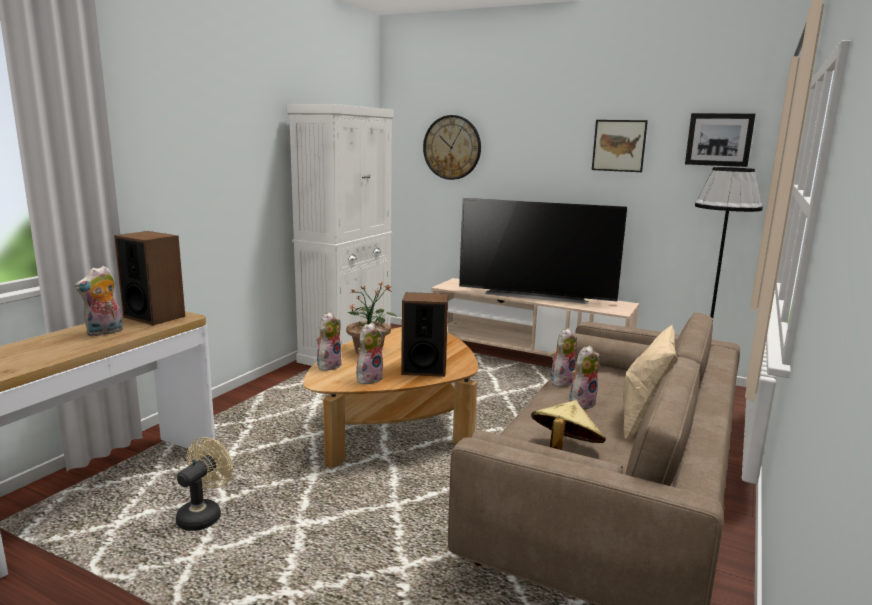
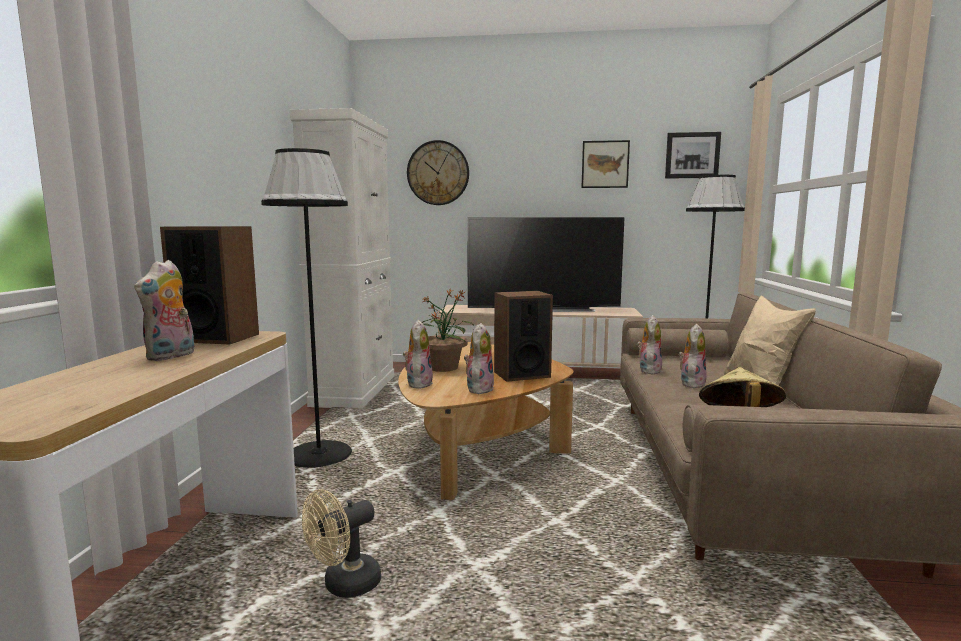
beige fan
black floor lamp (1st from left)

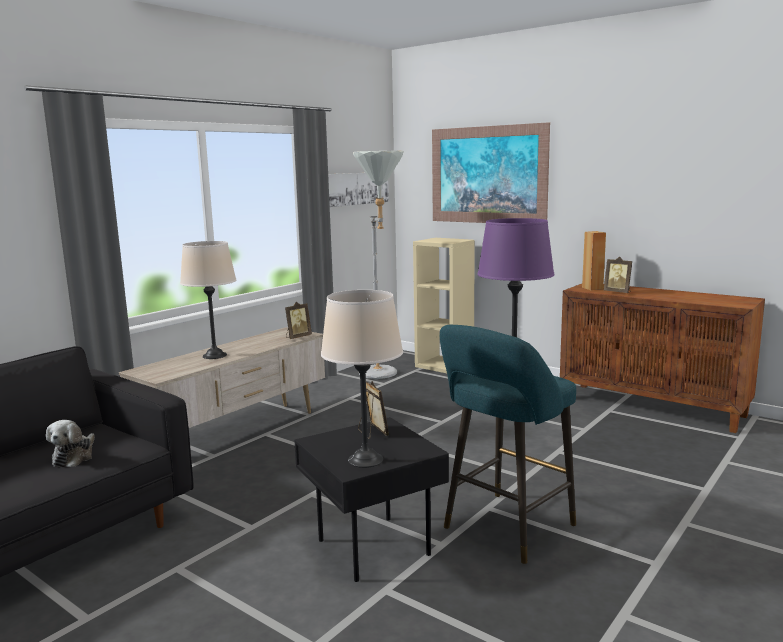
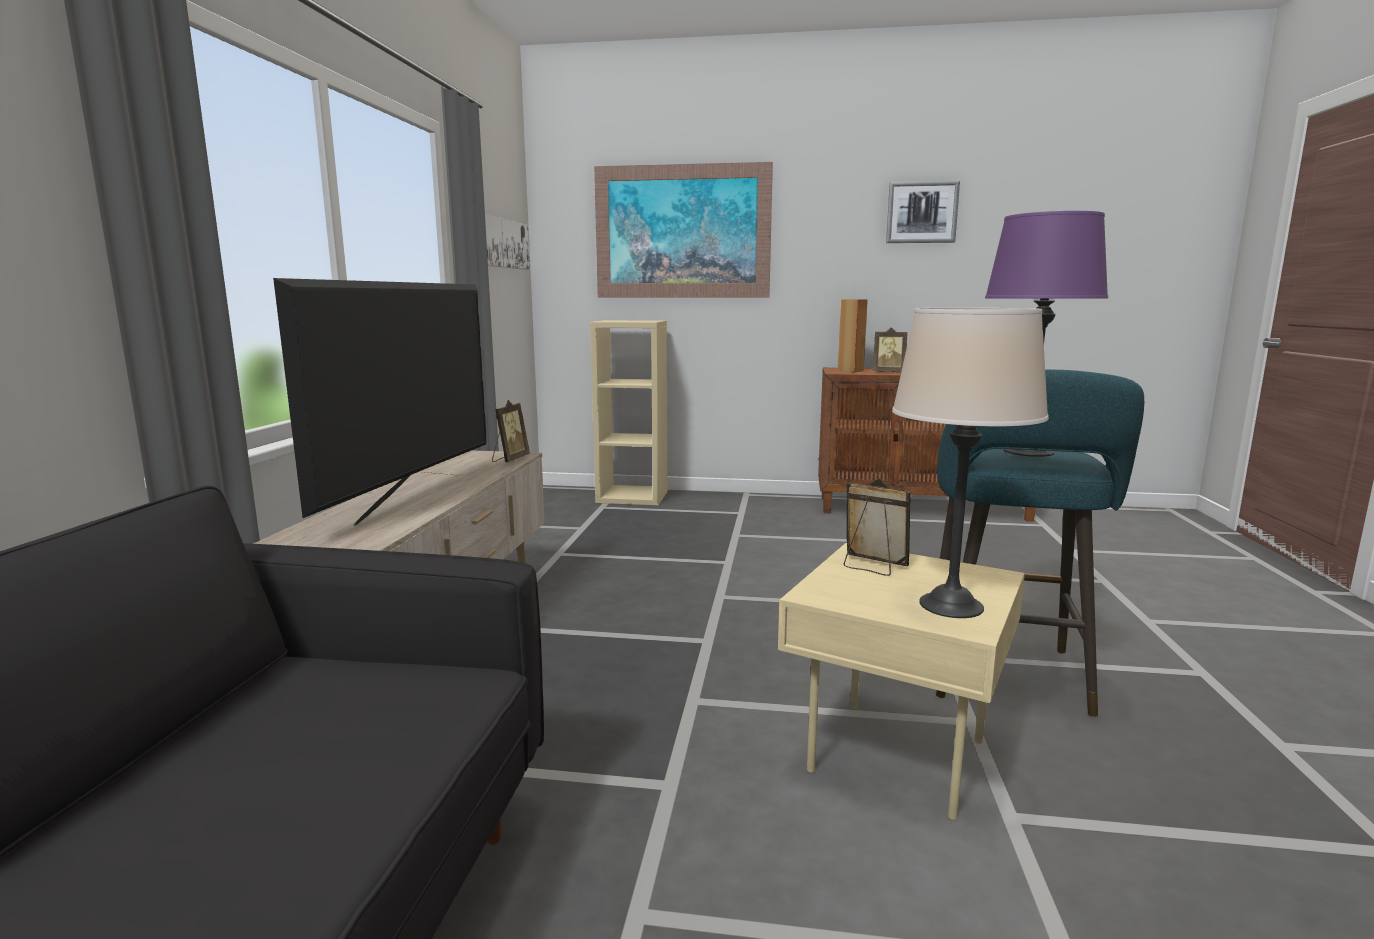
plush toy
television
beige side table
grey floor lamp
picture (3rd from left)

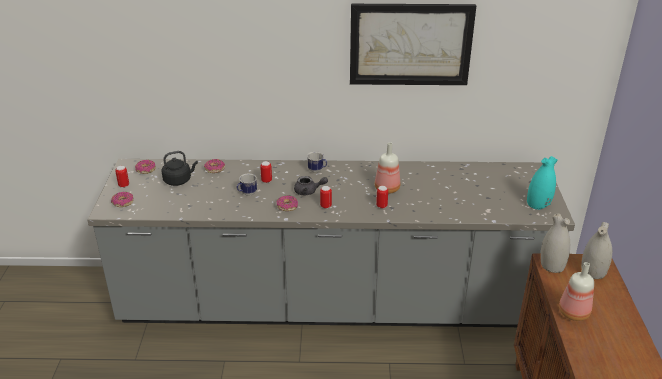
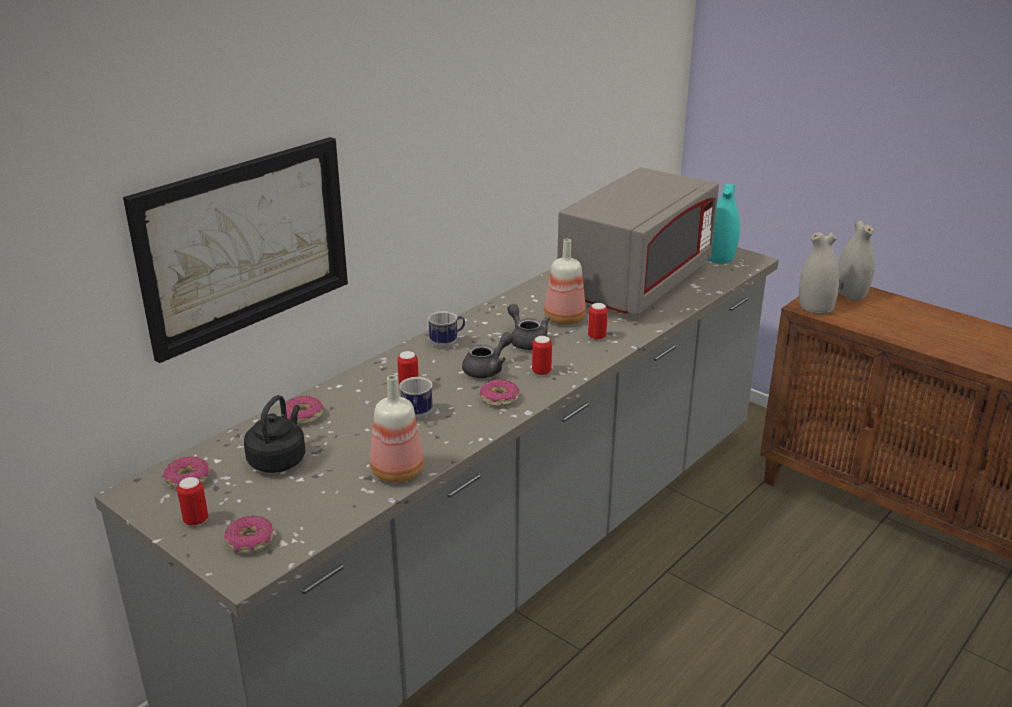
picture
bottle (1st from left)
grey teapot (2nd from left)
grey microwave

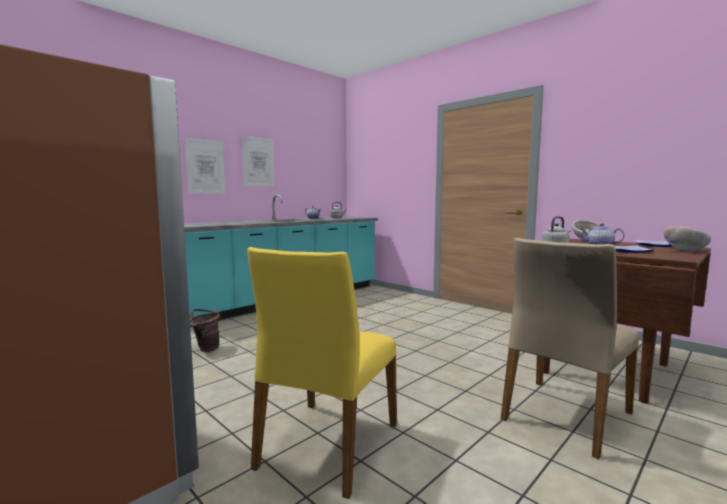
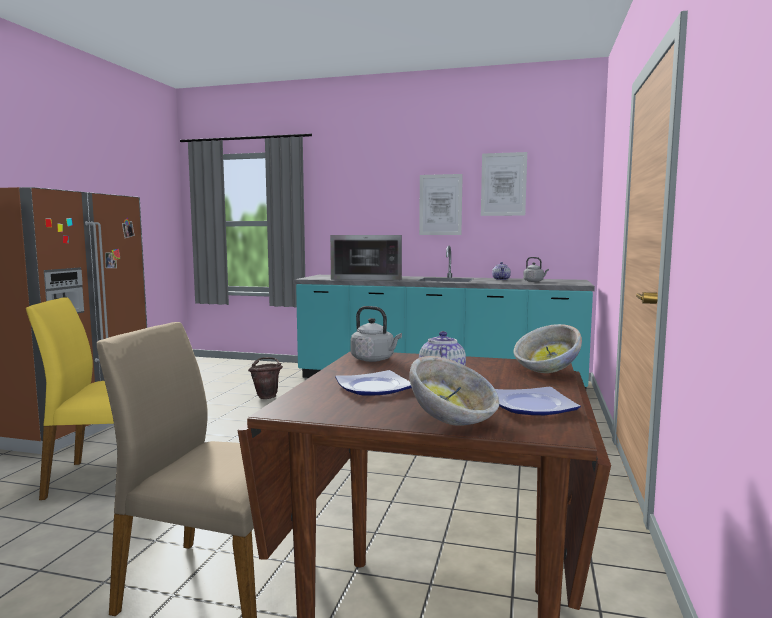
picture (2nd from left)
microwave

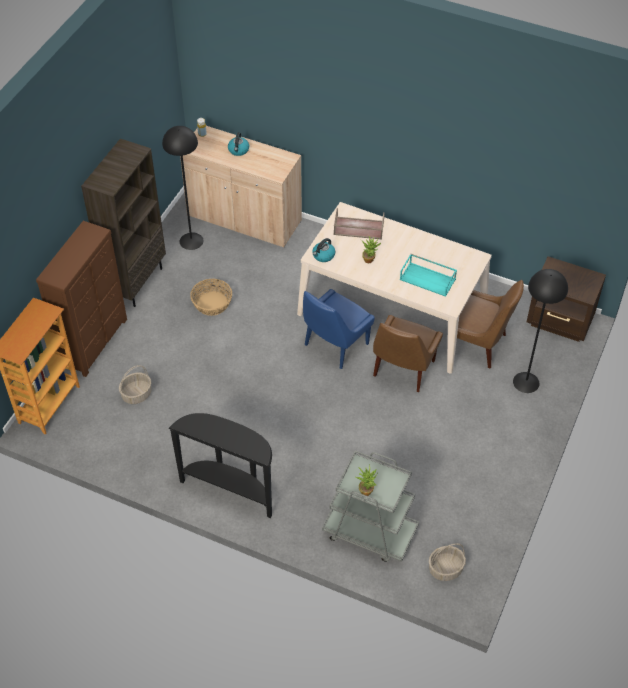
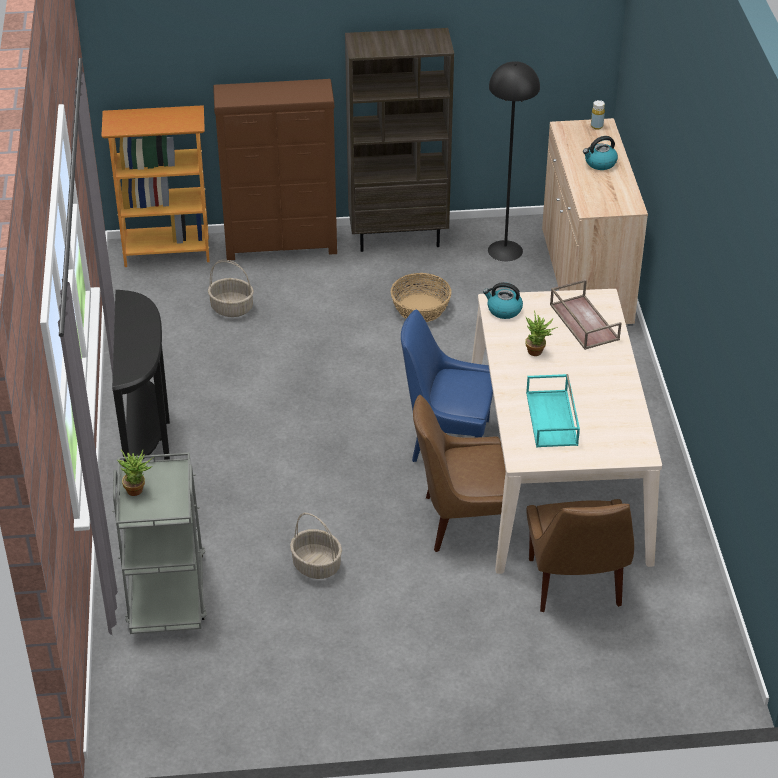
basket (2nd from left)
black floor lamp (2nd from left in the first image)
brown nightstand

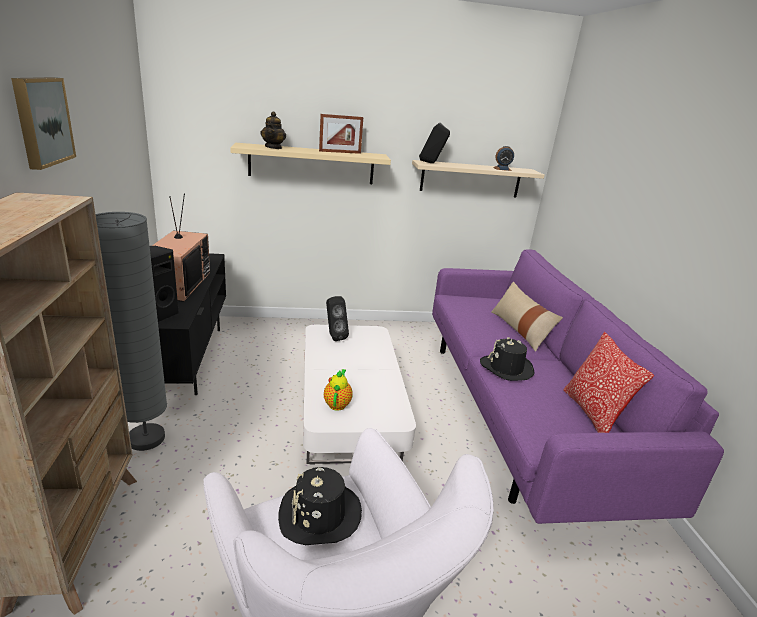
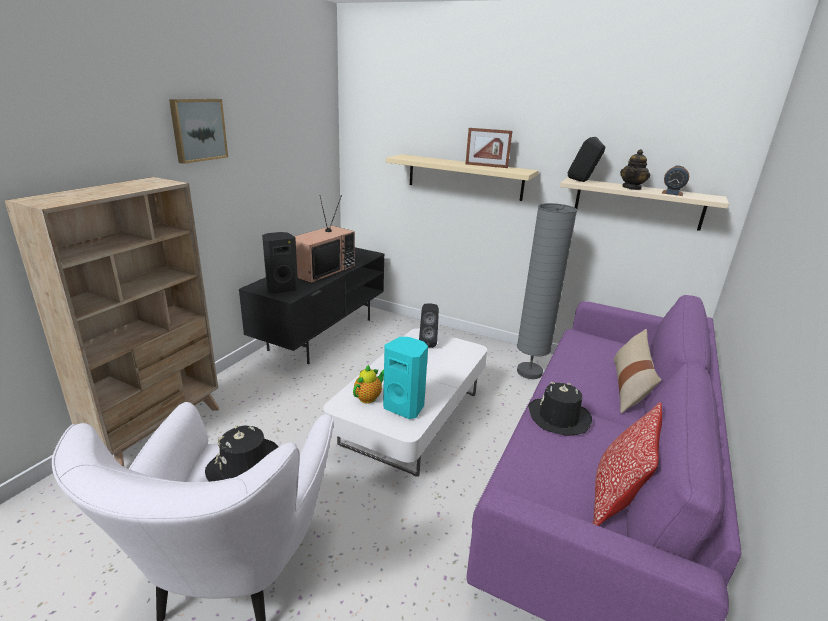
grey floor lamp
teapot (2nd from left)
turquoise speaker

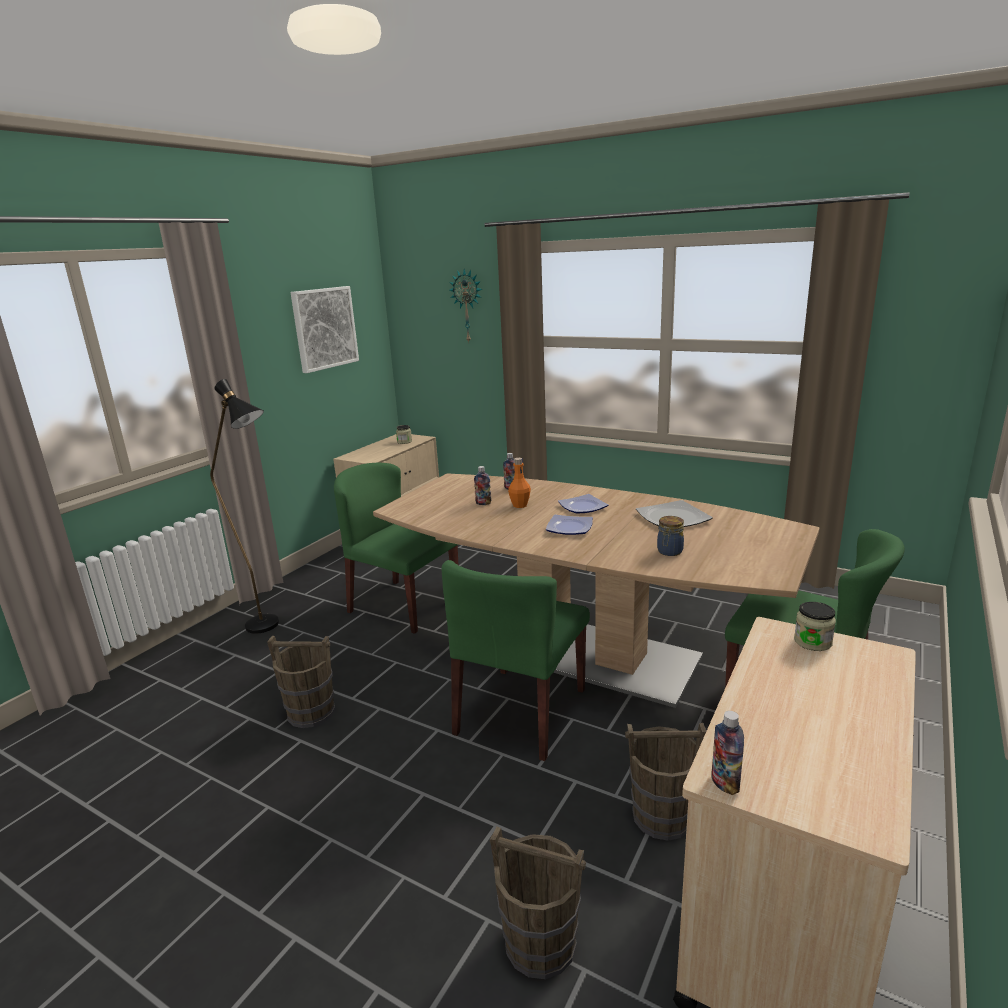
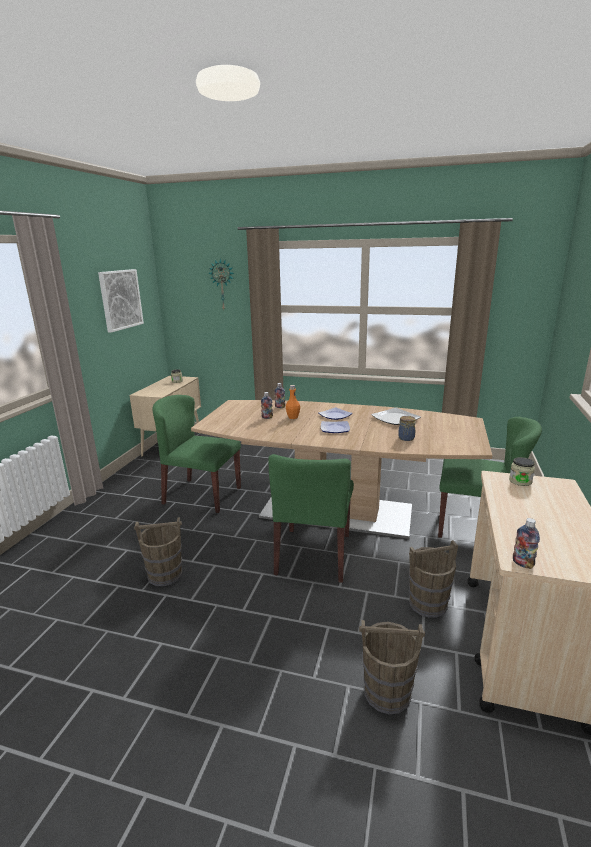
black floor lamp

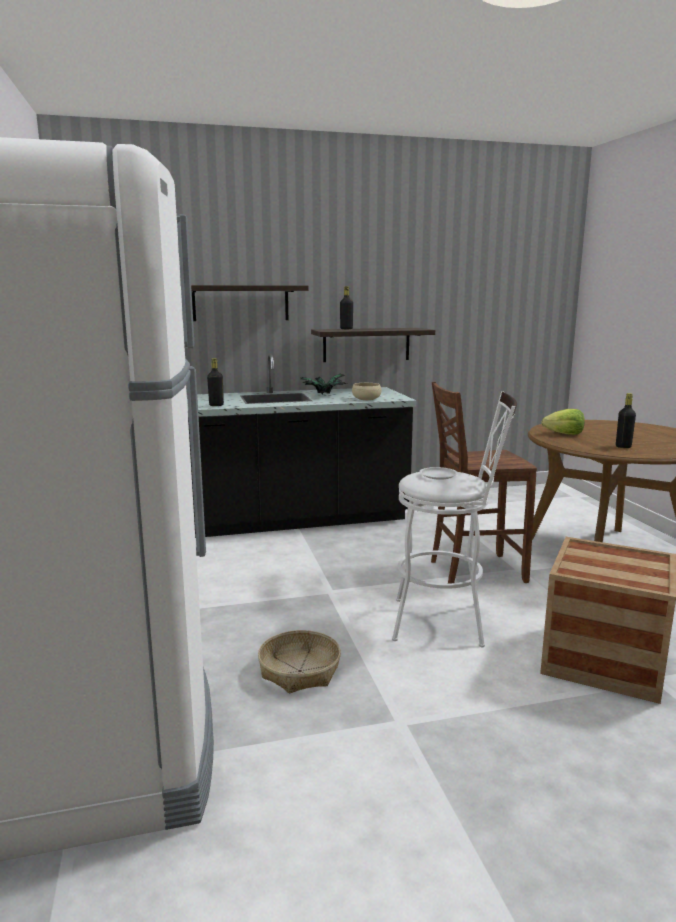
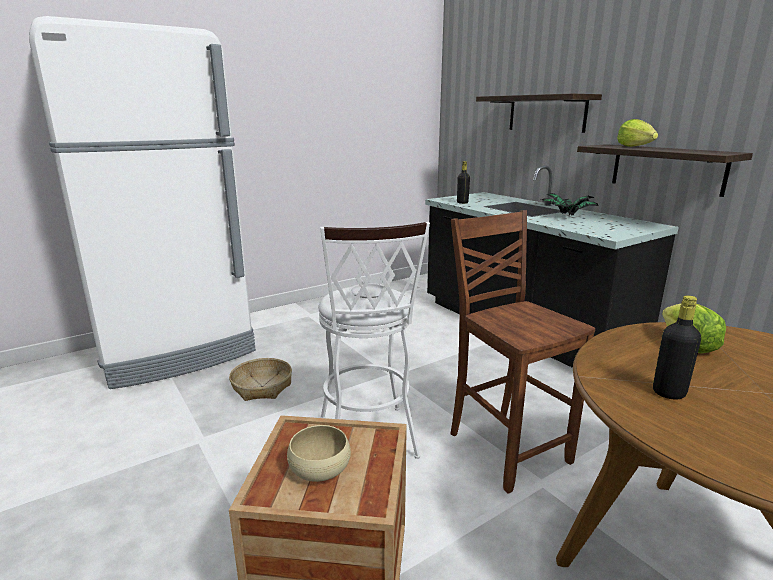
lettuce (1st from left)
beige bowl

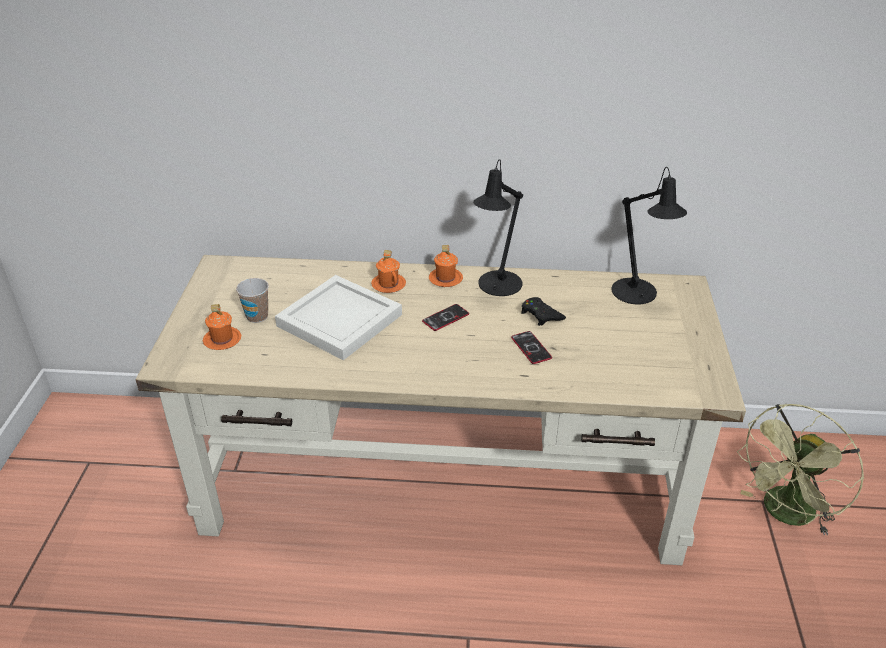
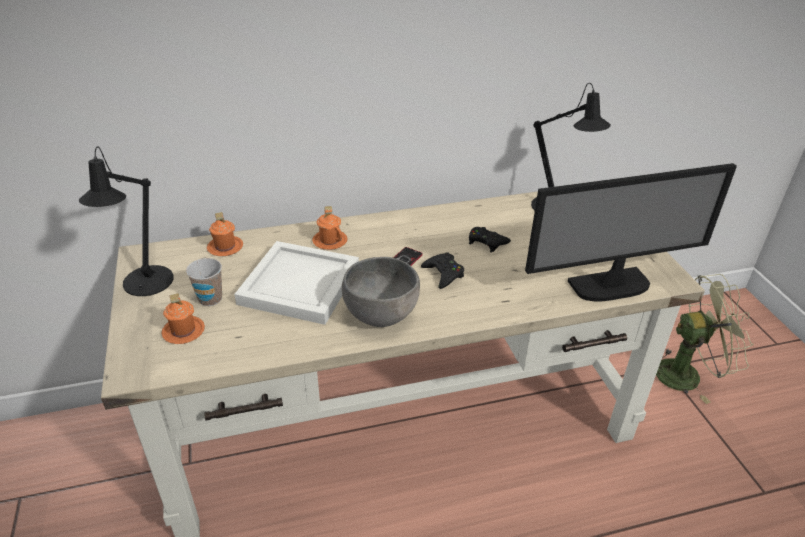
orange mug (2nd from left)
black table lamp (1st from left)
phone (2nd from left in the first image)
green fan
grey bowl
black game controller (1st from left)
monitor

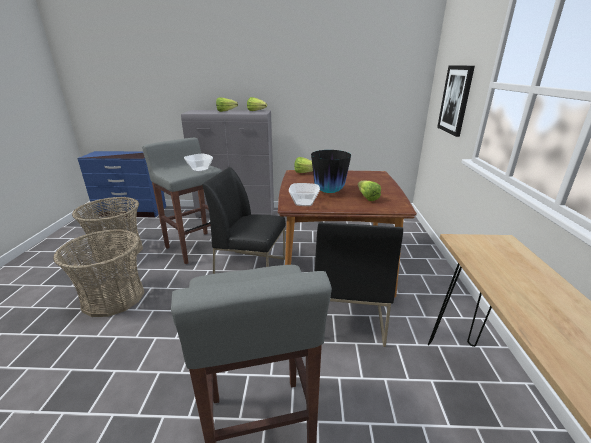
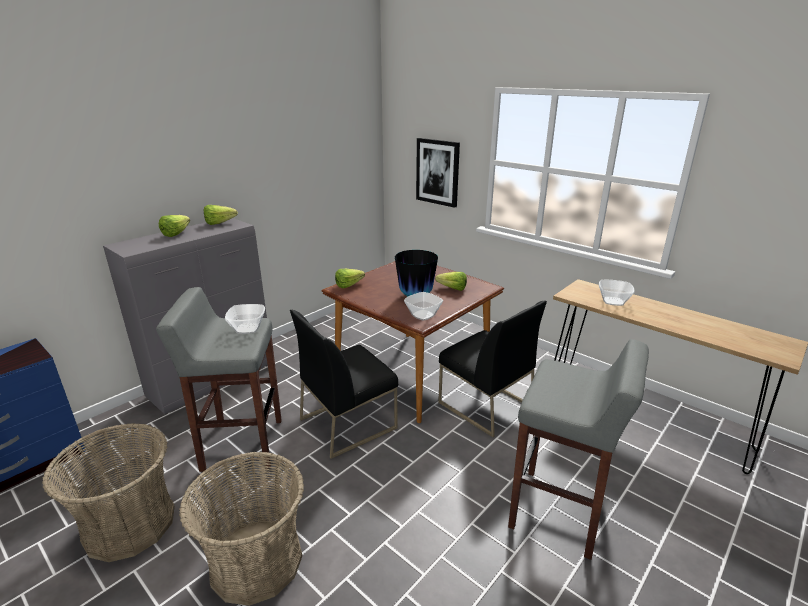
bowl (3rd from left)

